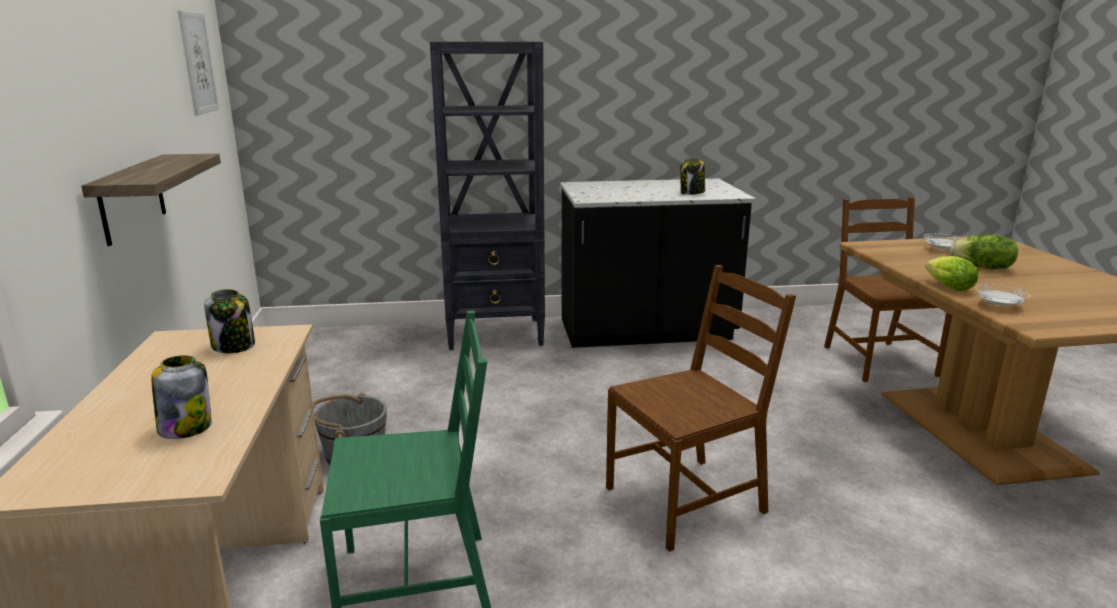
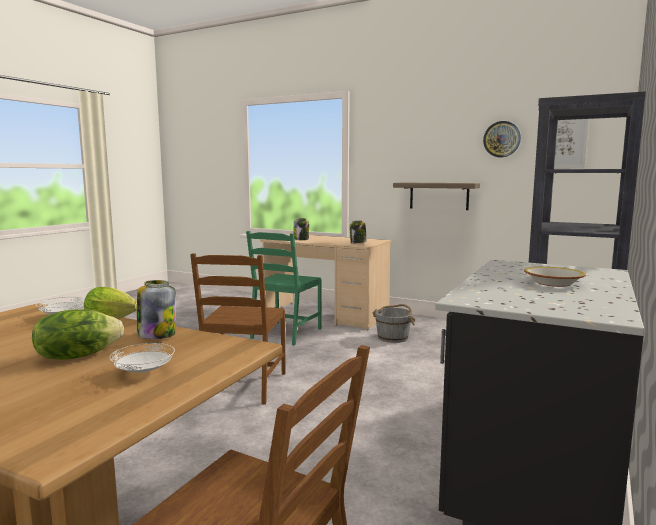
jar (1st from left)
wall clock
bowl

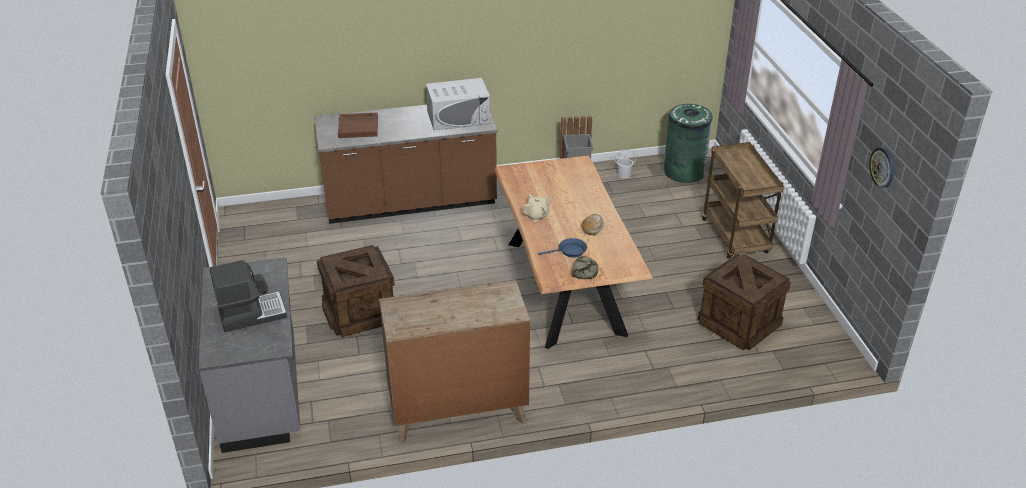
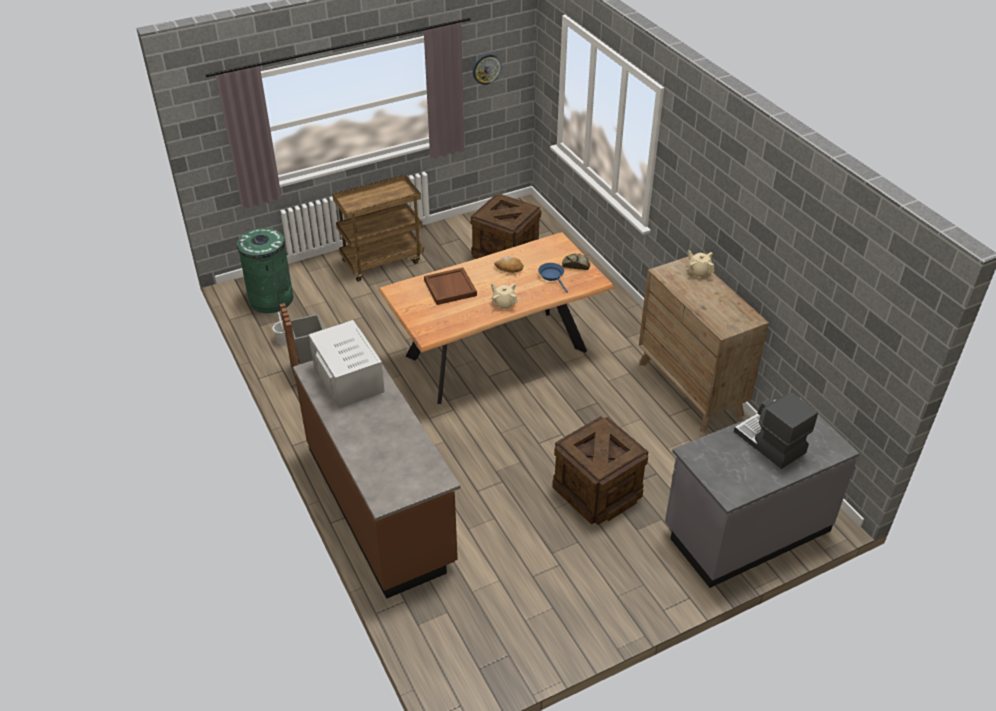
brown tray
beige teapot (2nd from left)

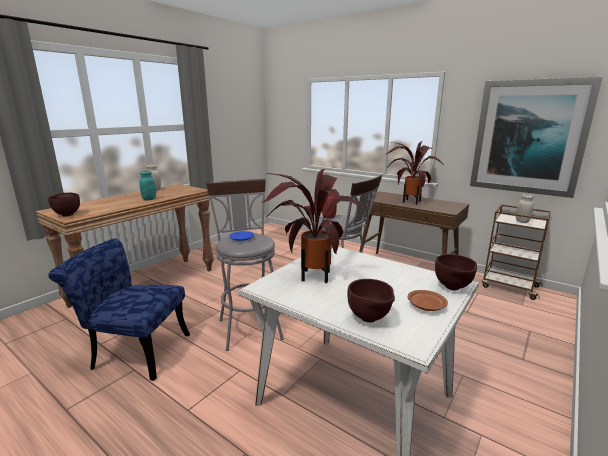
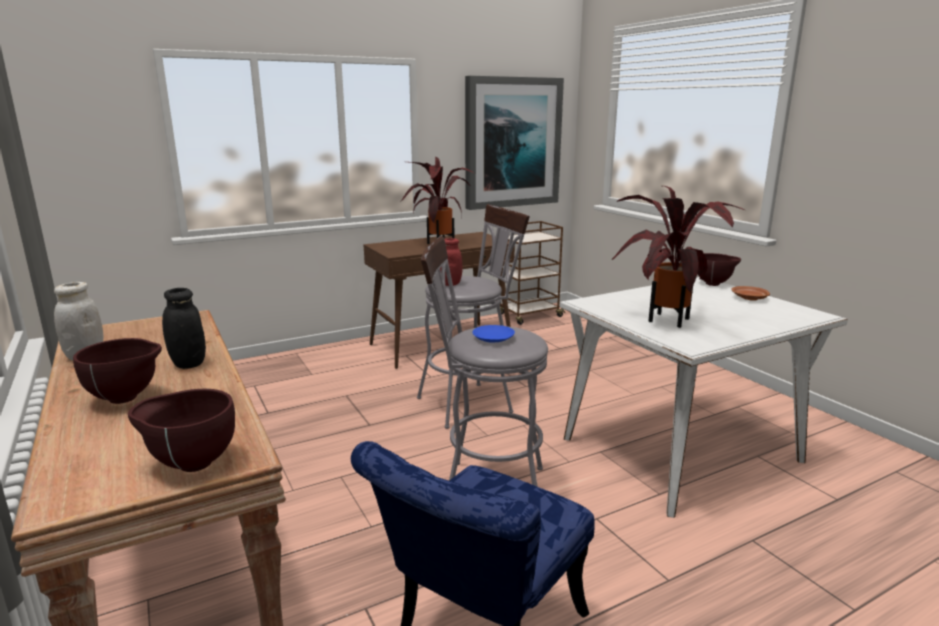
black jar
brown bowl (1st from left)
white jar (2nd from left in the first image)

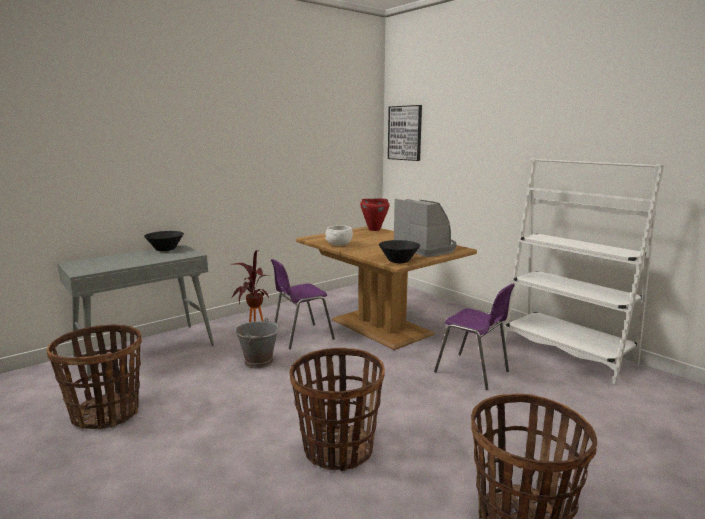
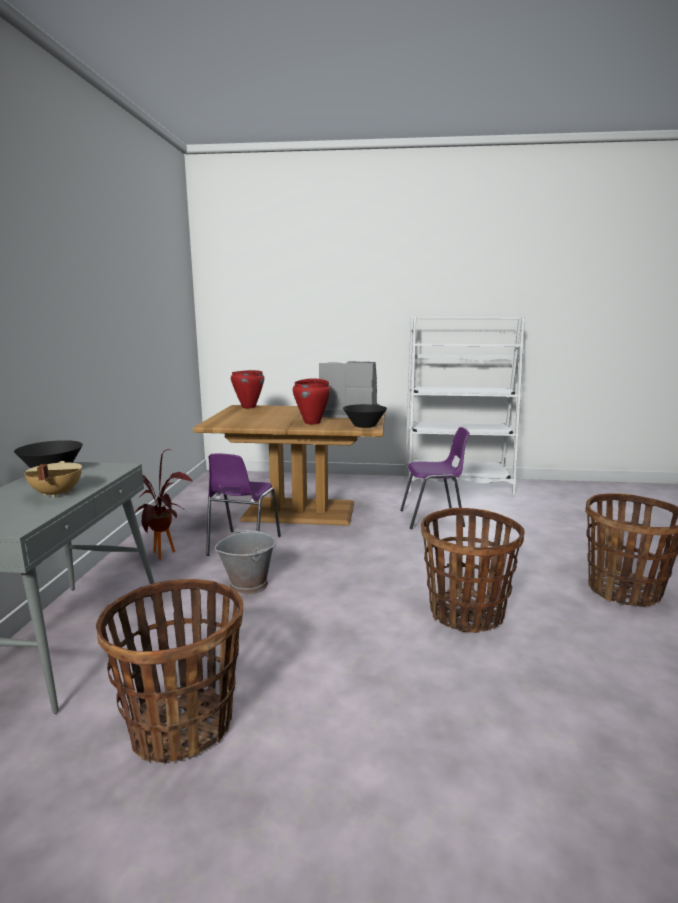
white bowl
picture
beige cooking pot
red cooking pot (2nd from left)

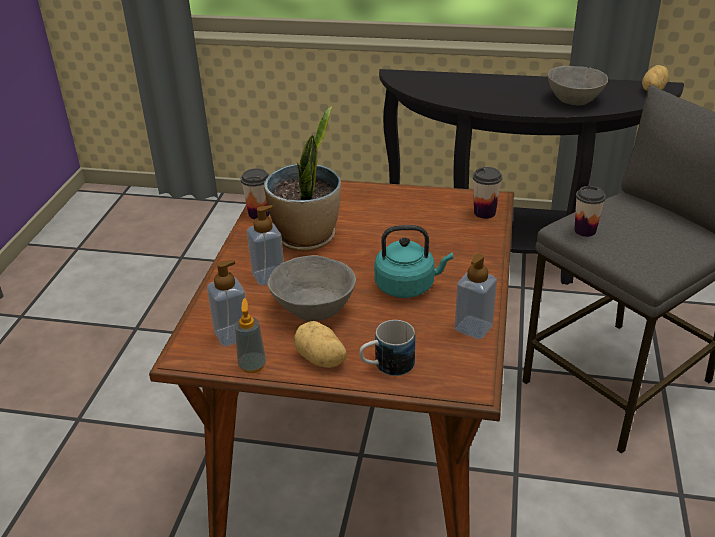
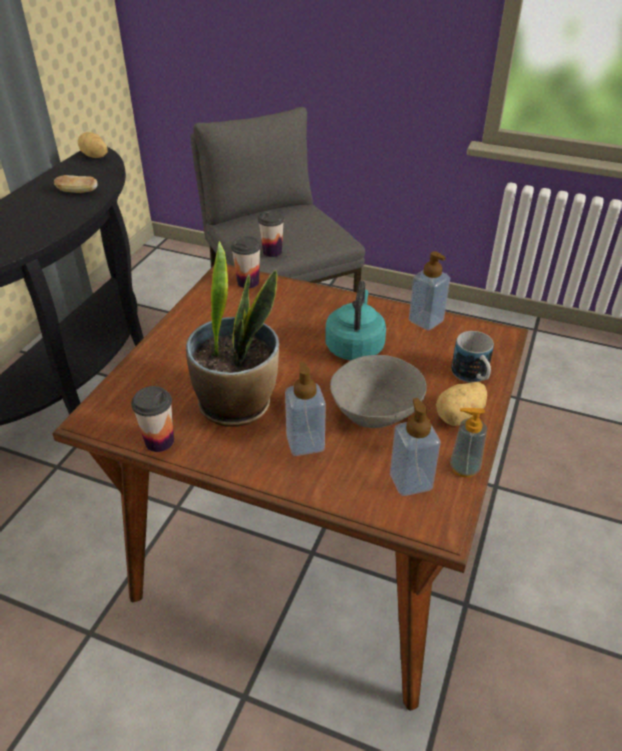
bread

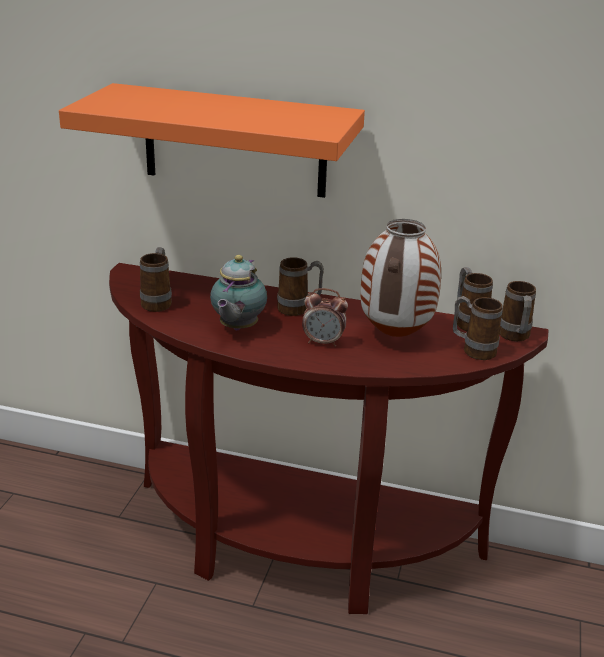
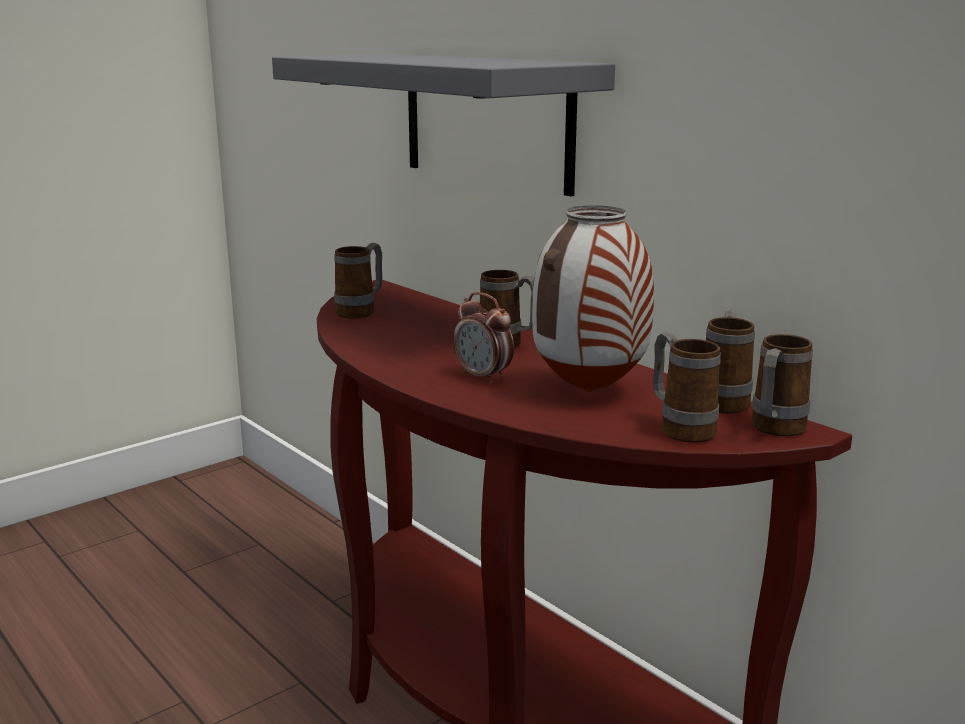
grey shelf
teapot

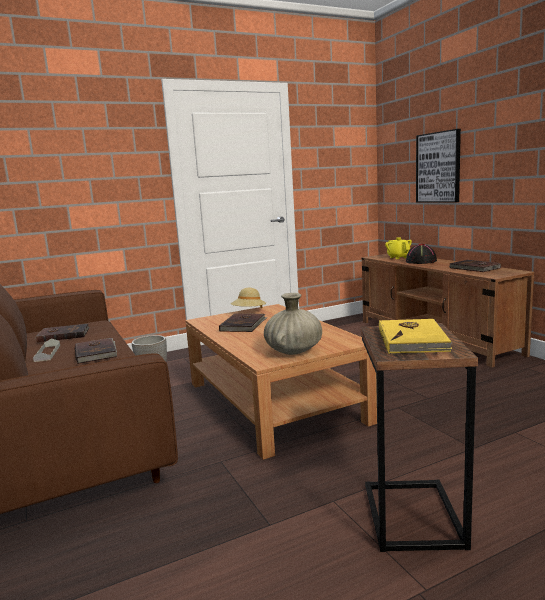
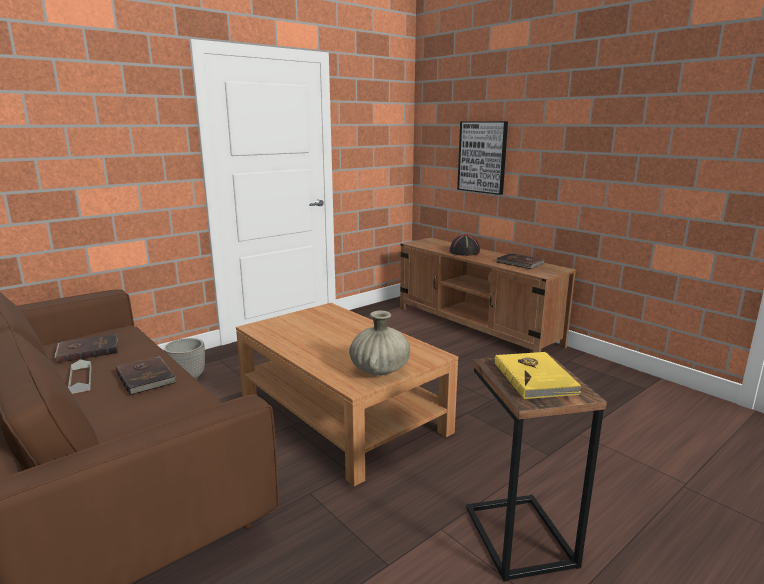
brown book (3rd from left in the first image)
beige hat
yellow teapot

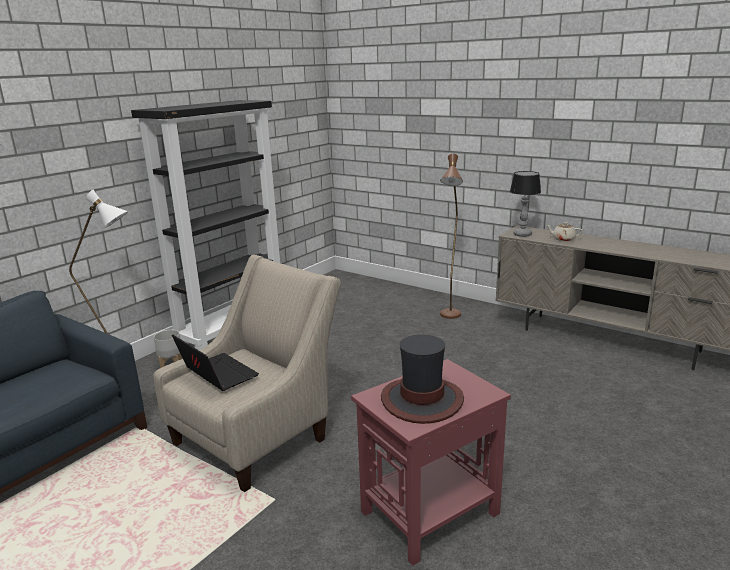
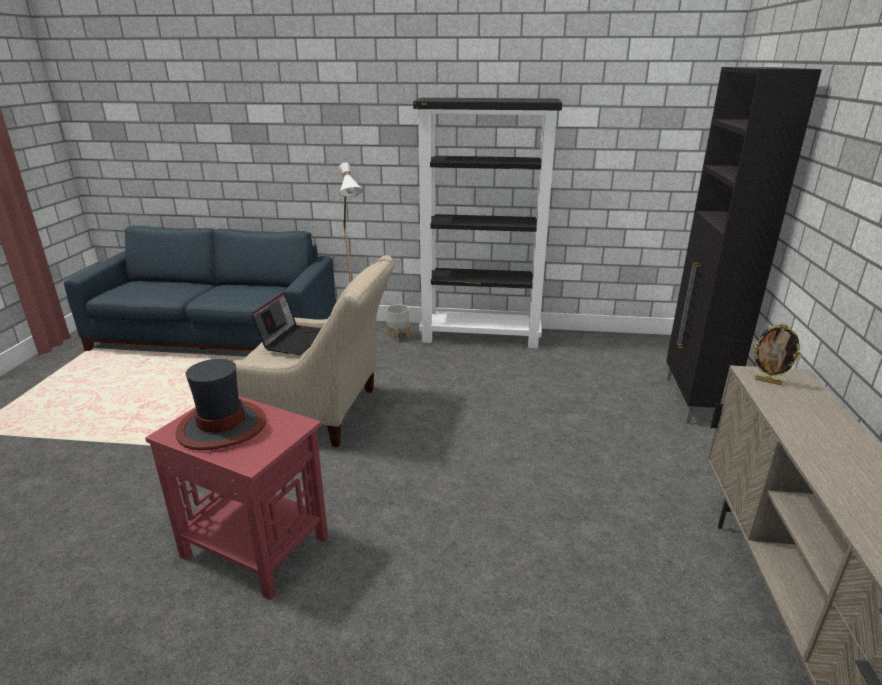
brown floor lamp
picture frame
beige teapot
black cabinet

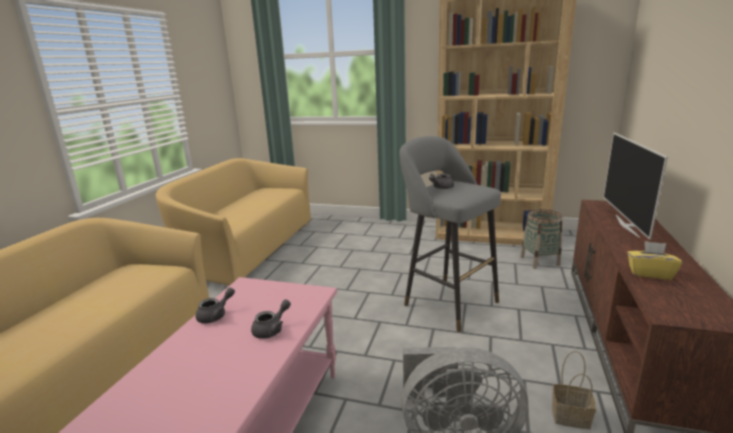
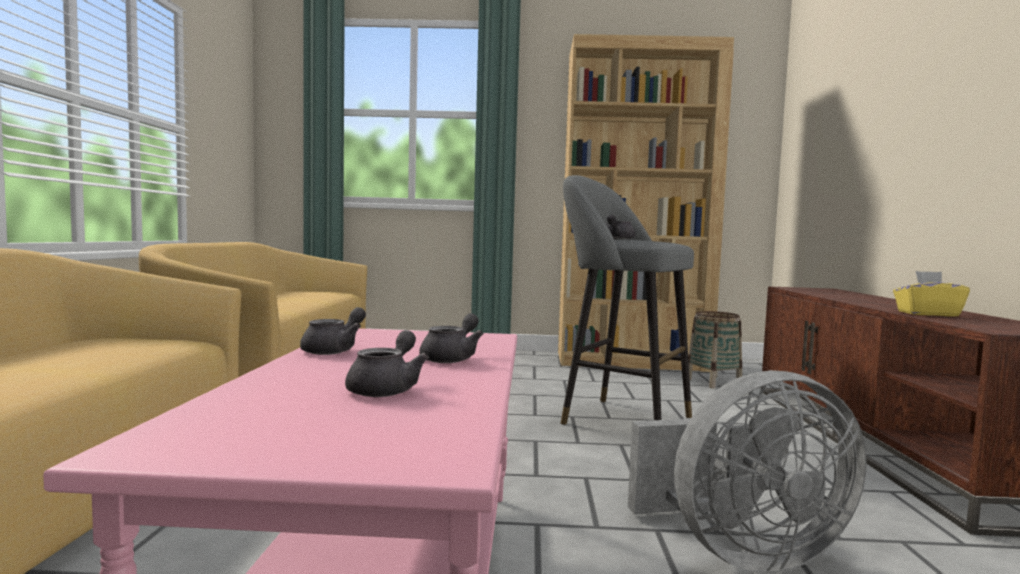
basket (2nd from left in the first image)
television
grey teapot (2nd from left)

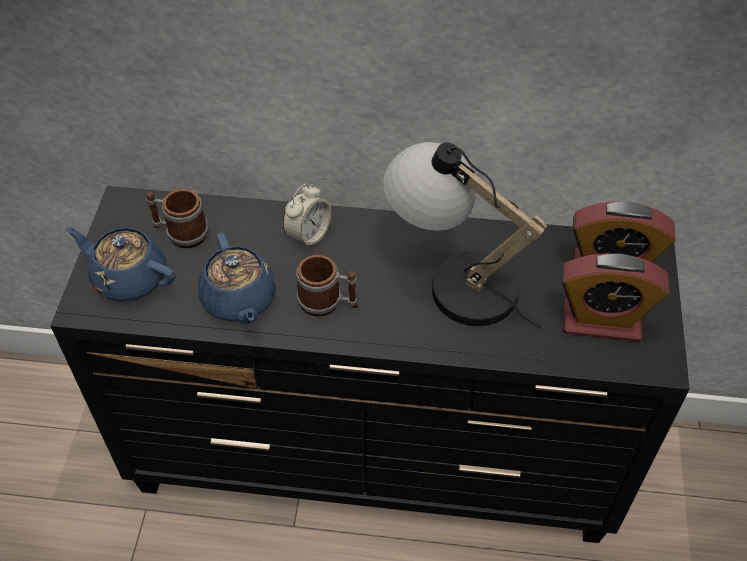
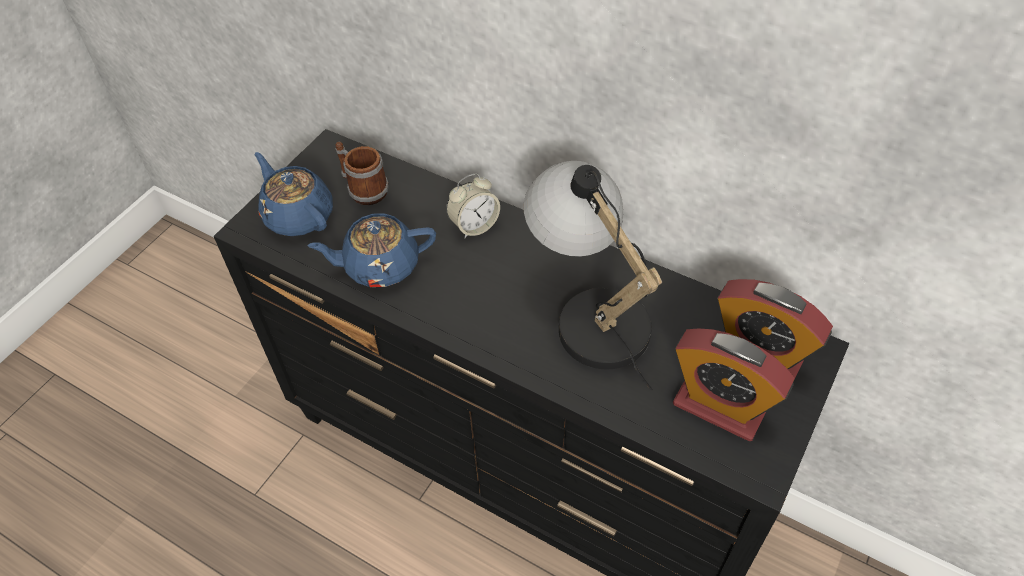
blue teapot (2nd from left)
mug (2nd from left in the first image)

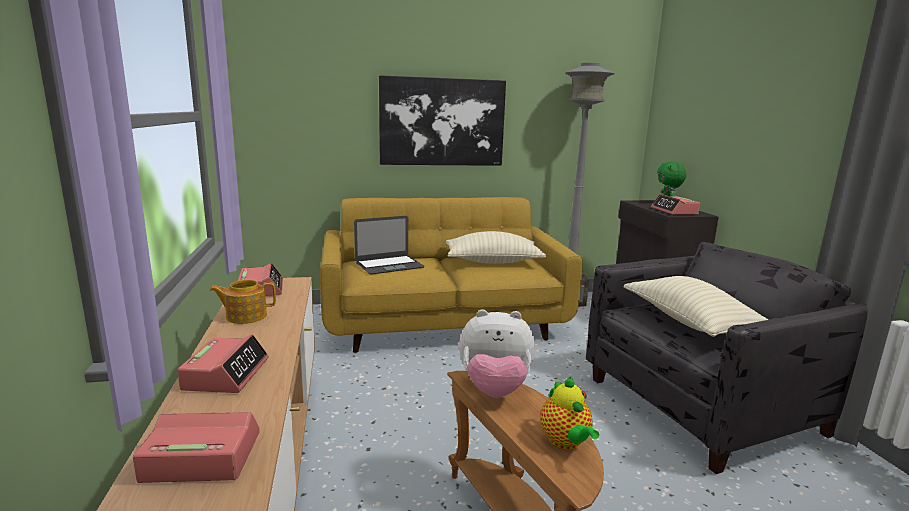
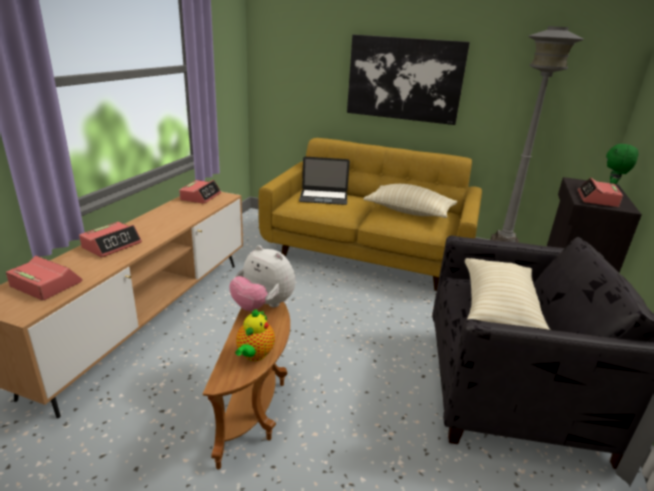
teapot (1st from left in the first image)

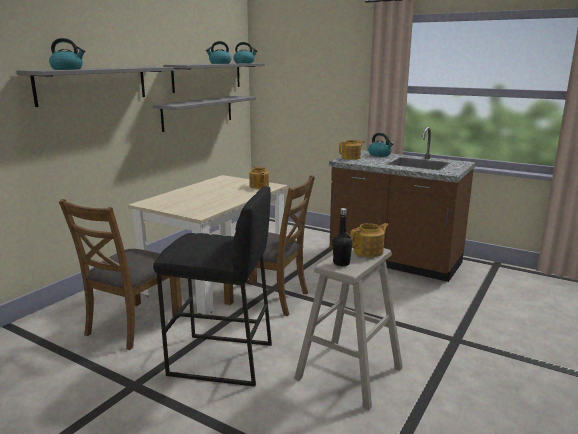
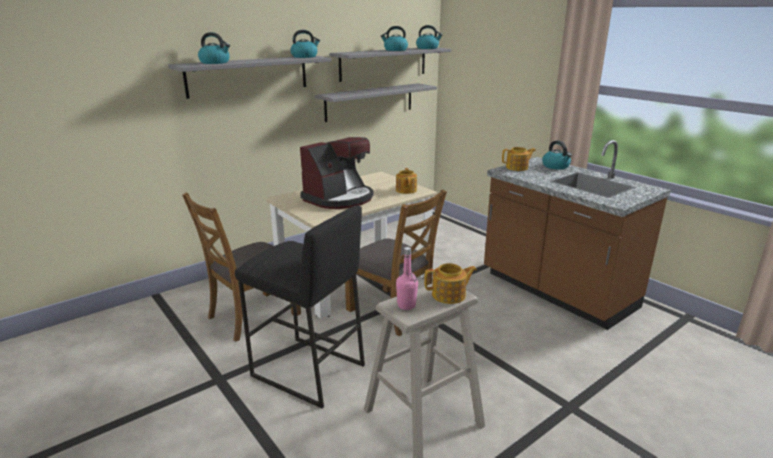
pink bottle
kettle (2nd from left)
coffee machine

